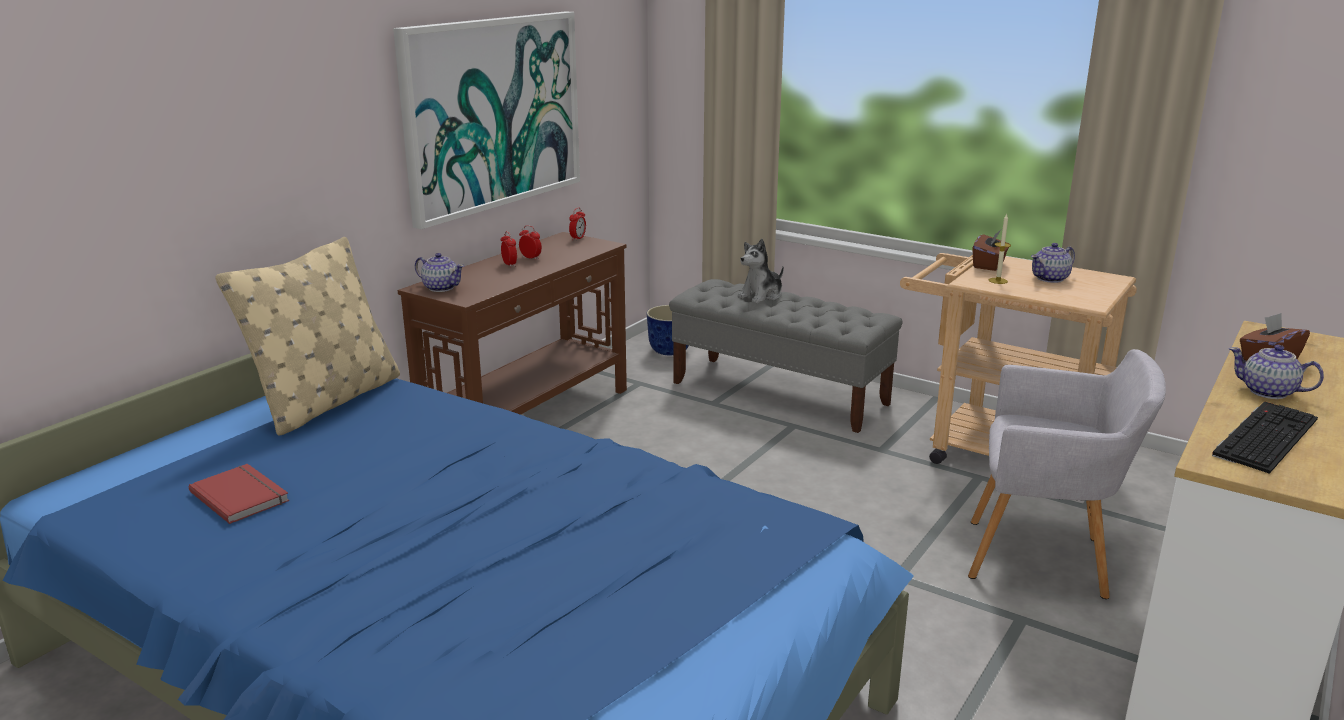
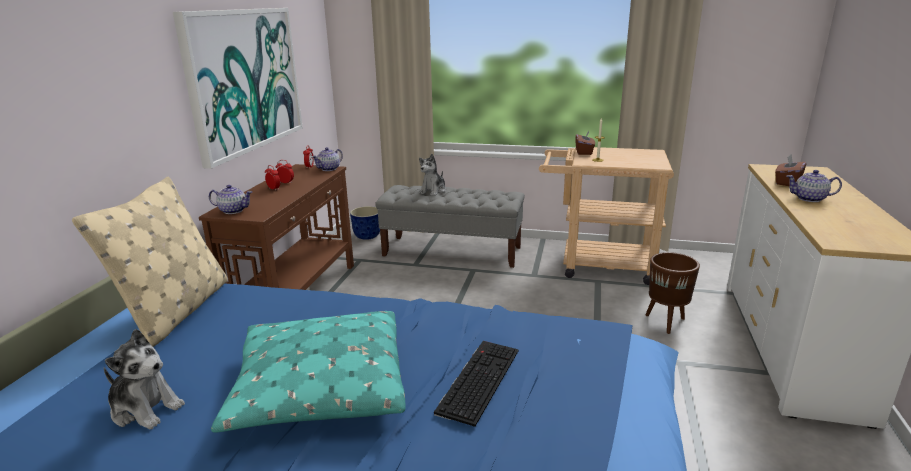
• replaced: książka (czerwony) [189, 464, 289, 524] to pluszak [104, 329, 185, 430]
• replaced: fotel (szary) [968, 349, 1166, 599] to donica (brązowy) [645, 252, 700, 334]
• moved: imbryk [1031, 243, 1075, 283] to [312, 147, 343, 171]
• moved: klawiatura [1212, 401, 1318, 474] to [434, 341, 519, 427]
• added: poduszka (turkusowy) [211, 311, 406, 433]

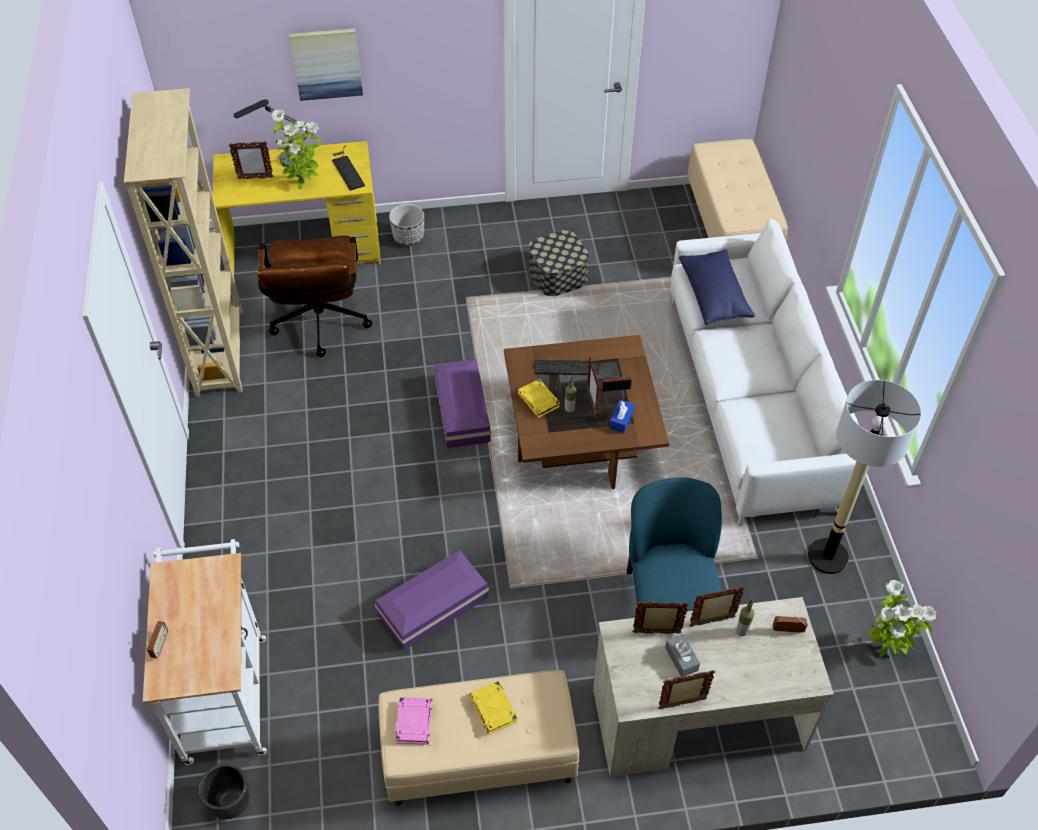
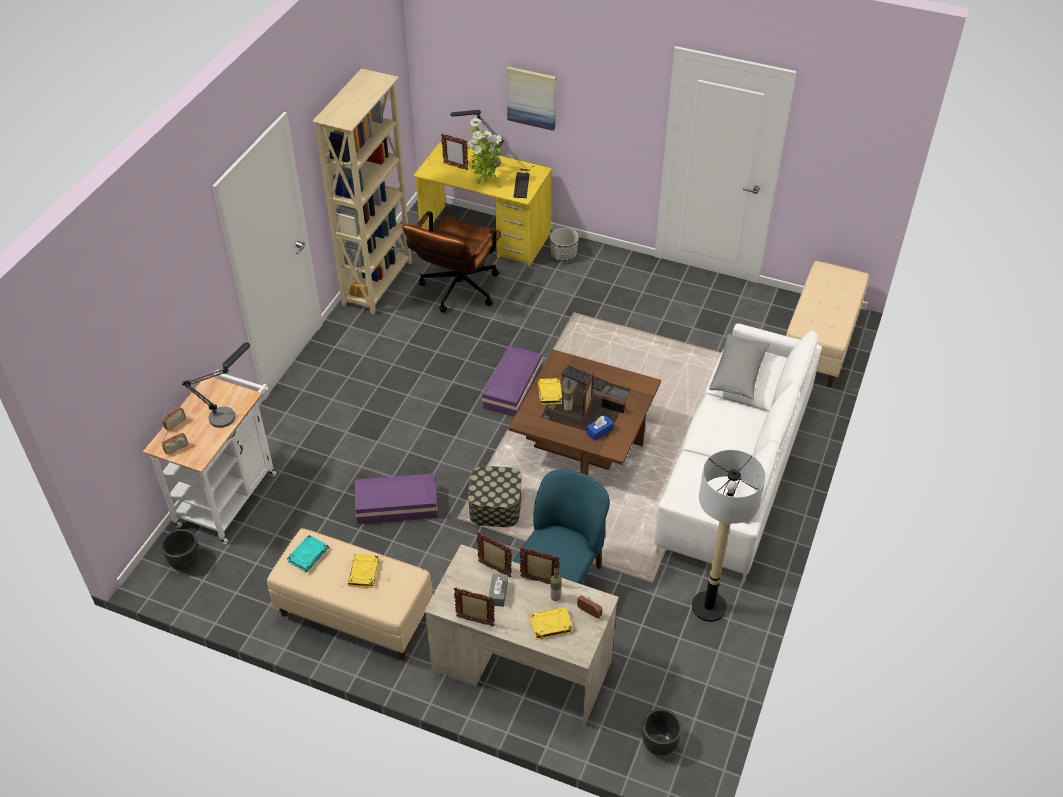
• recoloured: książka (różowy) [395, 697, 432, 744] to książka (turkusowy) [287, 535, 329, 572]
• moved: pojemnik do przechowywania [528, 230, 590, 296] to [468, 466, 522, 527]
• recoloured: poduszka (niebieski) [679, 249, 755, 325] to poduszka (szary) [709, 334, 770, 399]
• removed: roślina doniczkowa [867, 580, 936, 657]
• added: radio [162, 428, 188, 454]
• added: lampa stołowa [182, 343, 250, 428]
• added: książka (żółty) [529, 607, 573, 640]
• added: donica (czarny) [642, 709, 682, 756]

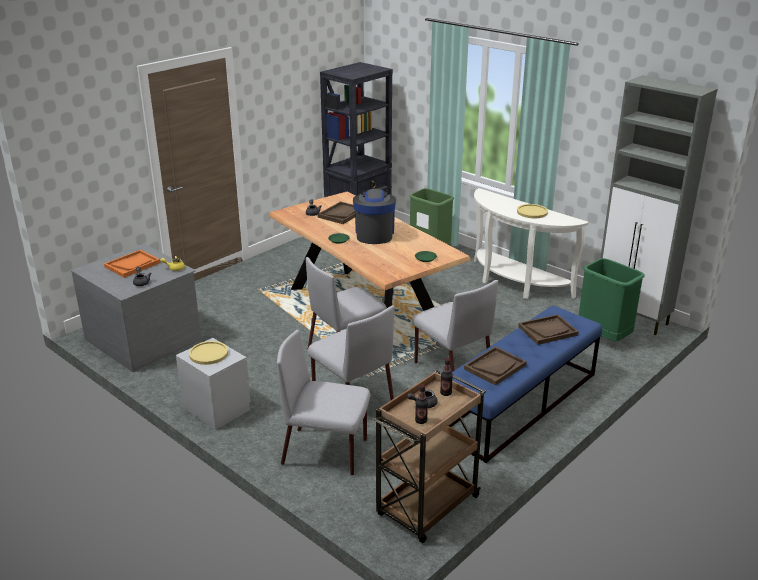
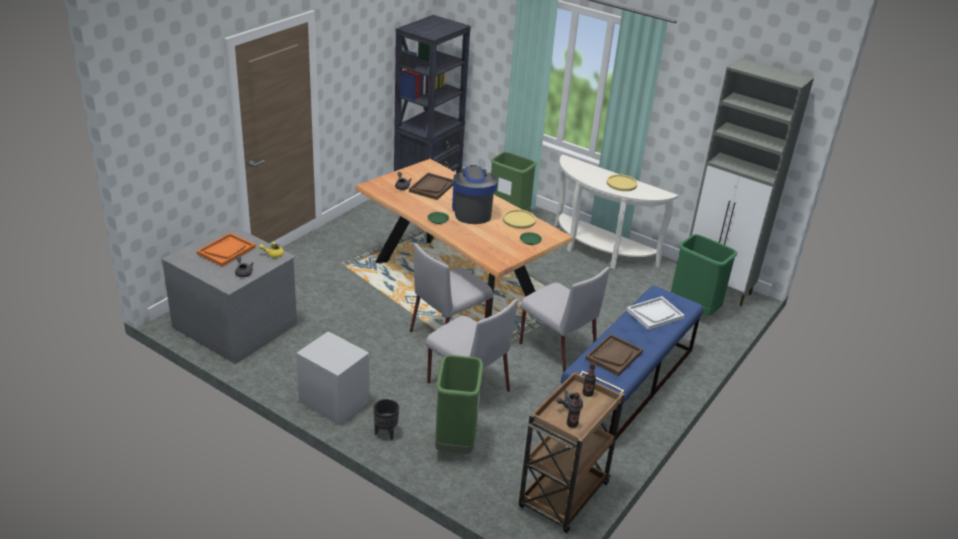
• moved: talerz (żółty) [189, 341, 228, 365] to [503, 209, 536, 229]
• replaced: krzesło (szary) [277, 330, 370, 476] to kosz na śmieci (zielony) [435, 355, 483, 454]
• recoloured: taca (brązowy) [518, 314, 579, 345] to taca (biały) [626, 296, 685, 330]
• added: donica (czarny) [373, 399, 399, 440]

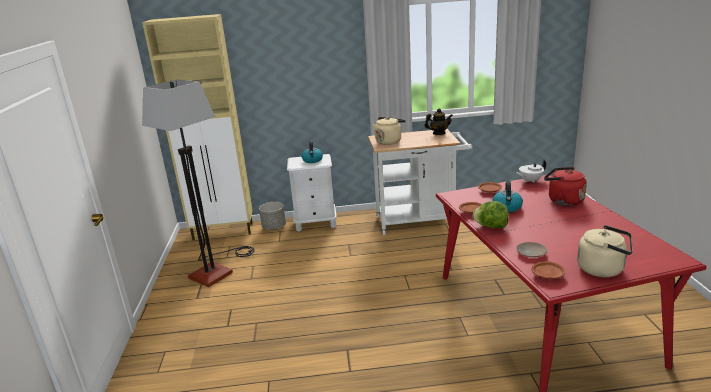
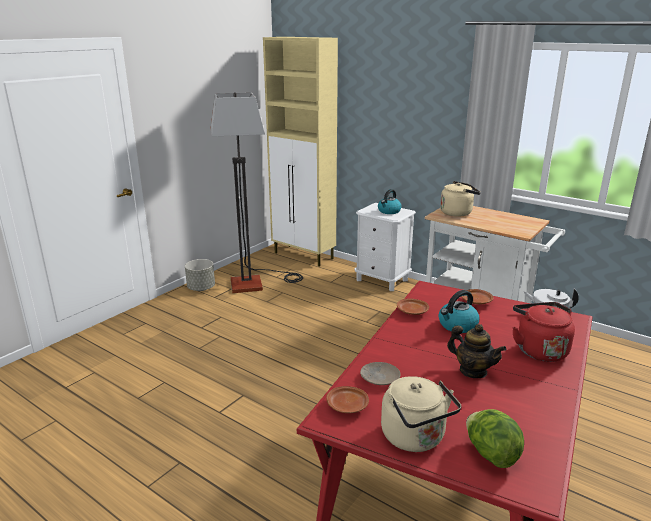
• moved: donica (szary) [259, 202, 286, 230] to [185, 259, 215, 291]
• moved: imbryk [424, 108, 453, 135] to [447, 324, 507, 378]
• moved: sałata [472, 201, 509, 228] to [466, 409, 524, 468]

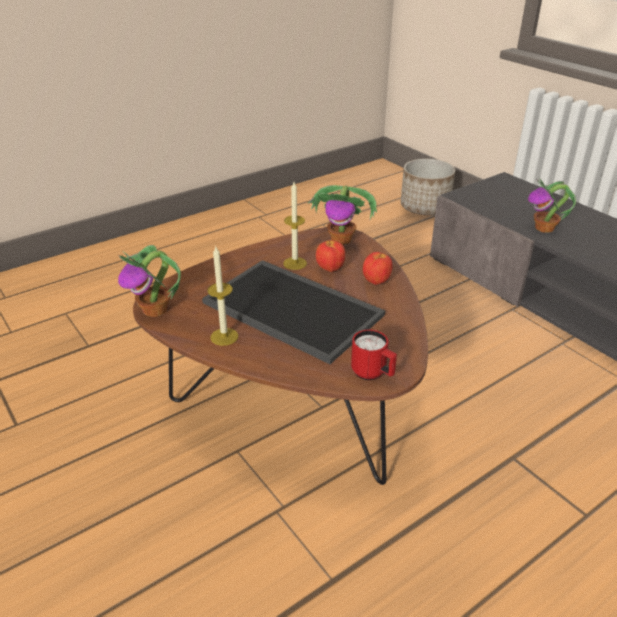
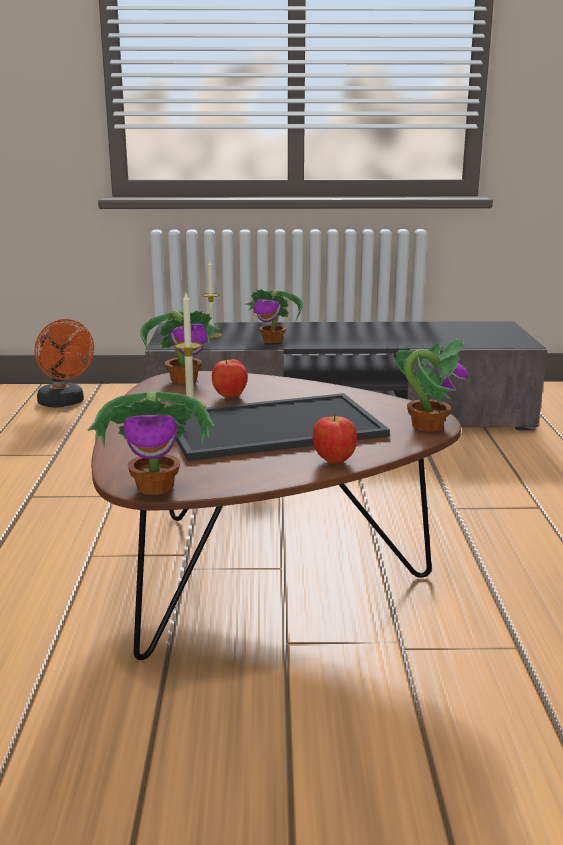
• moved: świeca [207, 247, 238, 346] to [202, 260, 222, 338]
• replaced: kubek (czerwony) [351, 330, 397, 380] to roślina doniczkowa [396, 339, 469, 432]
• moved: jabłko [363, 252, 392, 285] to [313, 413, 357, 464]
• replaced: donica [401, 159, 455, 215] to wentylator (pomarańczowy) [34, 319, 94, 407]

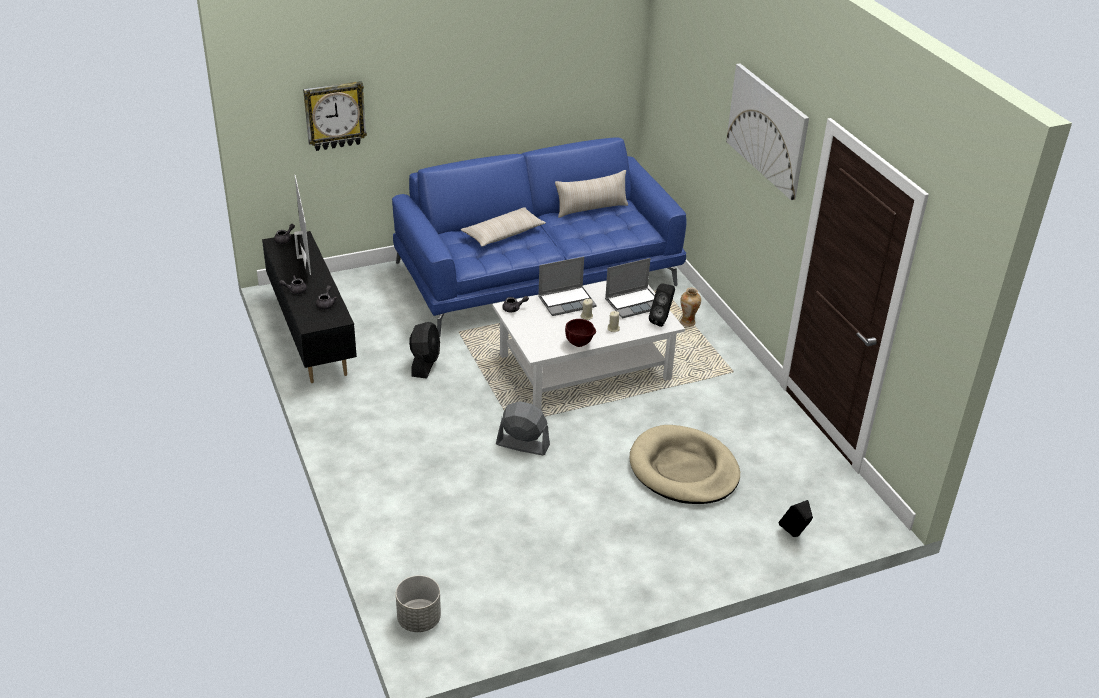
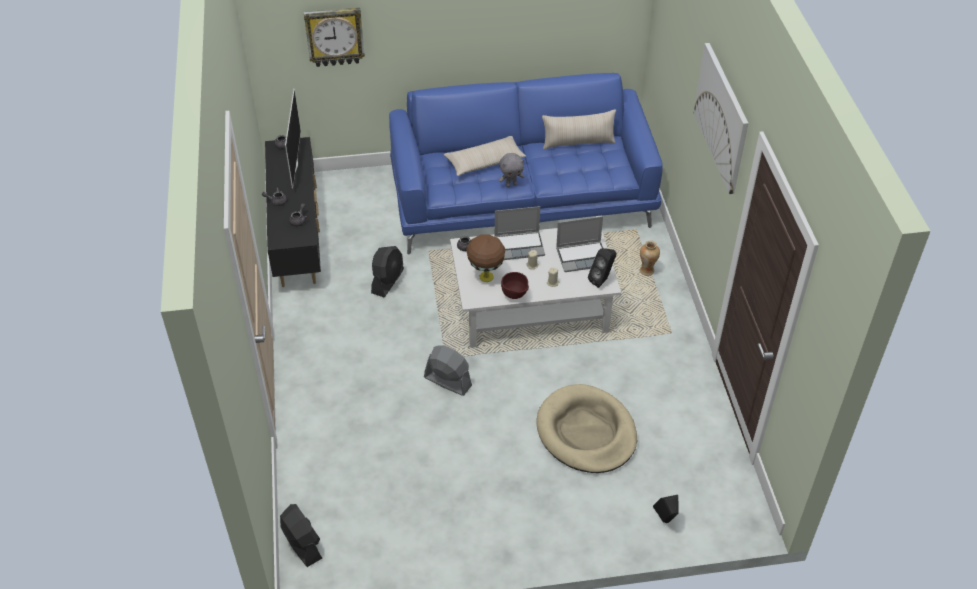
• replaced: donica (szary) [396, 575, 441, 632] to wentylator (czarny) [280, 504, 322, 567]
• added: lampa stołowa (brązowy) [466, 235, 505, 282]
• added: pluszak (szary) [499, 153, 524, 187]

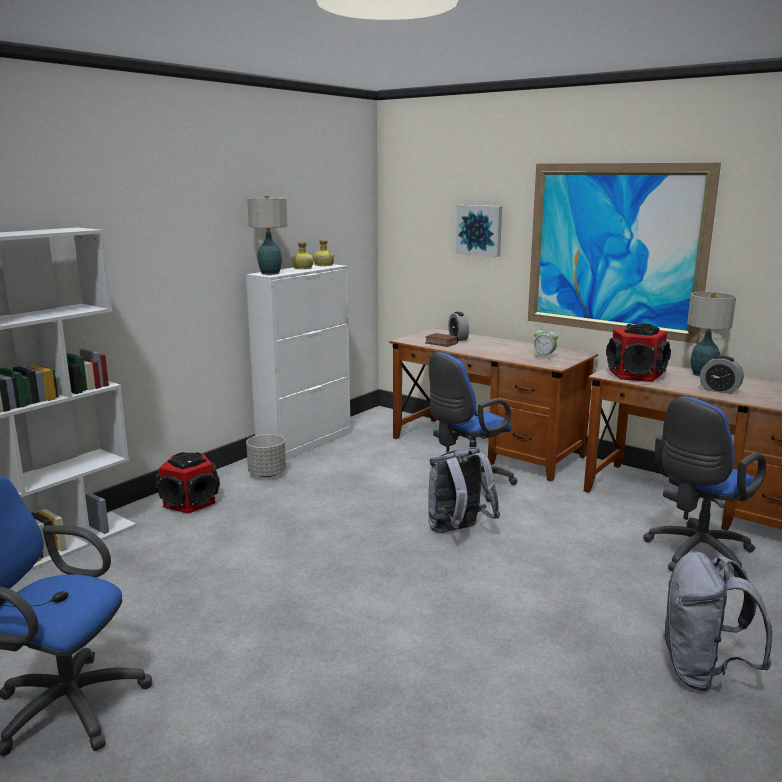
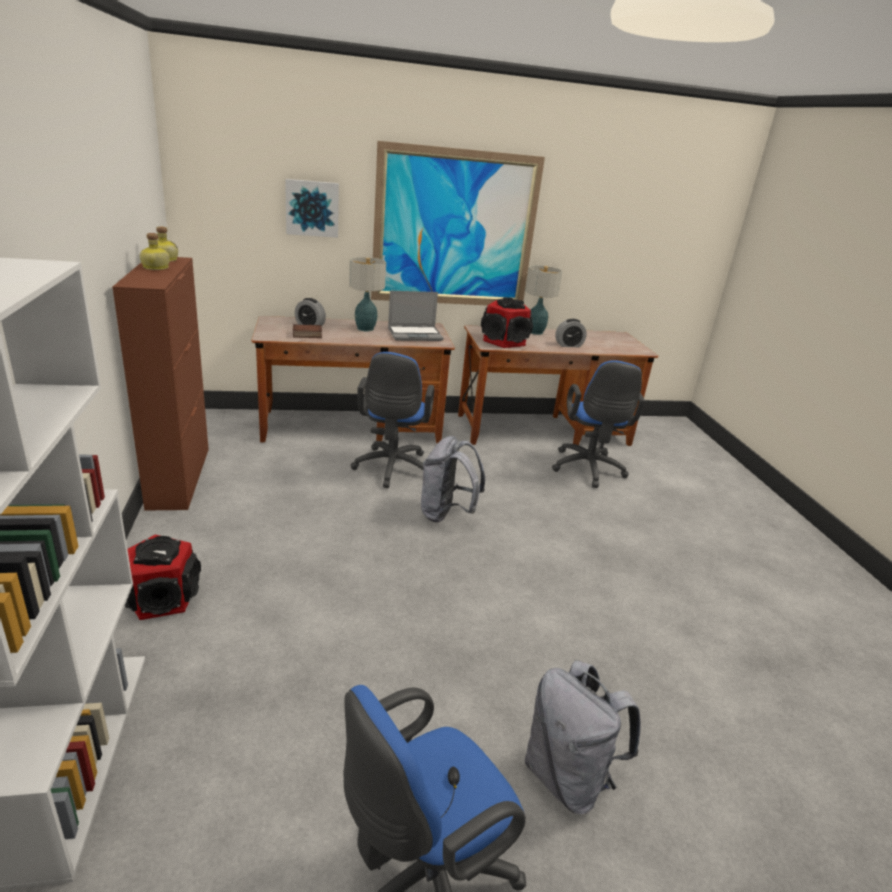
• recoloured: szafka (biały) [246, 264, 351, 460] to szafka (brązowy) [112, 257, 209, 511]
• removed: donica (szary) [246, 434, 286, 477]
• moved: lampa stołowa [247, 195, 287, 275] to [349, 257, 386, 332]
• replaced: budzik [533, 329, 558, 359] to laptop [388, 291, 443, 341]
• moved: plecak (szary) [662, 551, 772, 691] to [525, 660, 641, 814]

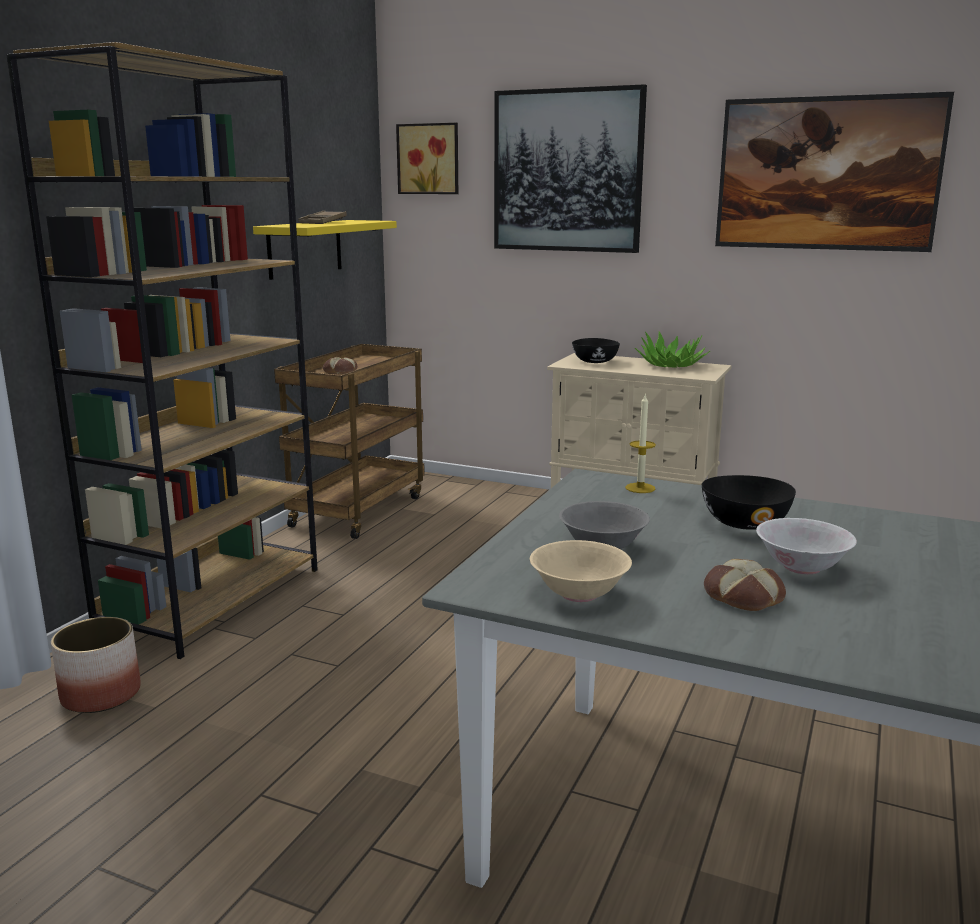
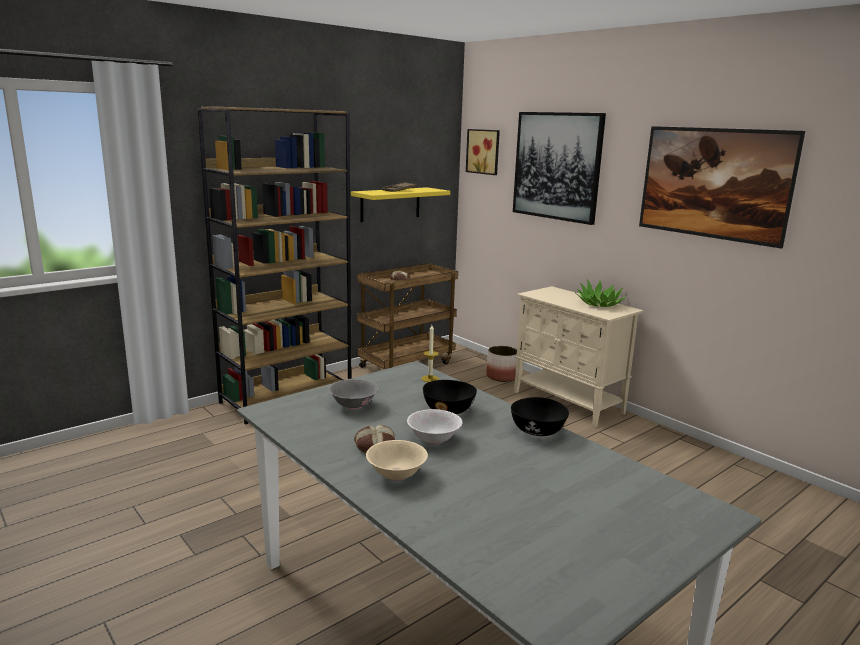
• moved: donica [51, 617, 141, 713] to [487, 346, 517, 382]
• moved: miska (beżowy) [530, 540, 632, 602] to [366, 440, 428, 481]
• moved: miska (czarny) [572, 338, 620, 363] to [511, 397, 569, 436]

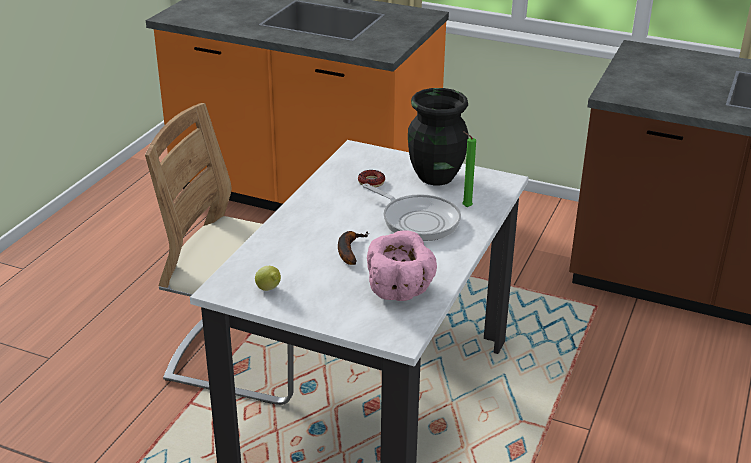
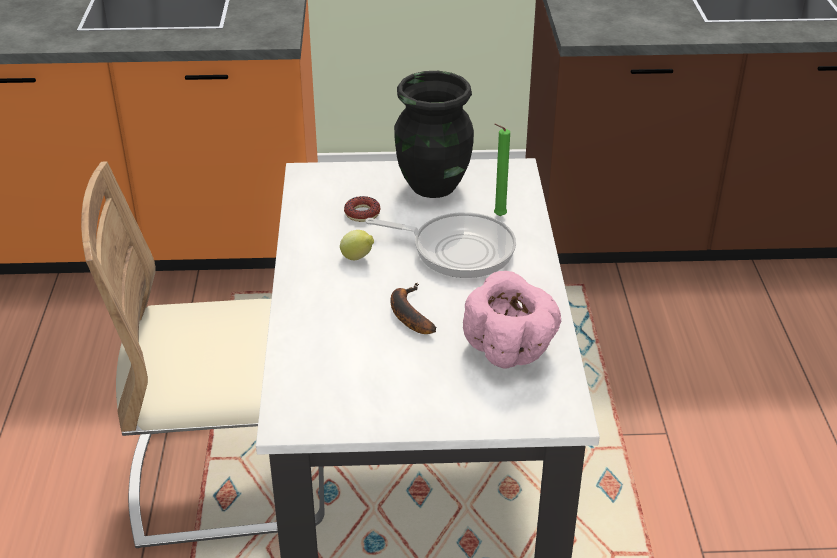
• moved: cytryna [255, 266, 281, 291] to [340, 230, 374, 260]

